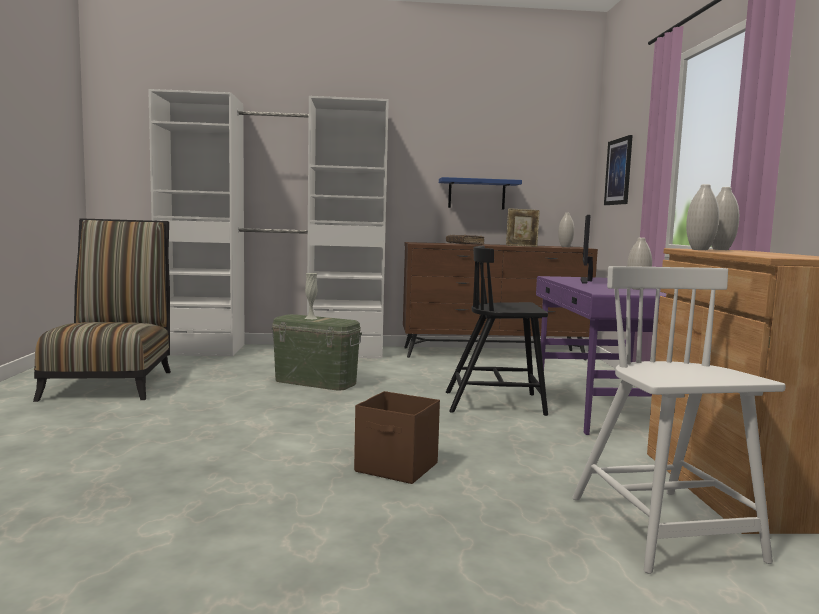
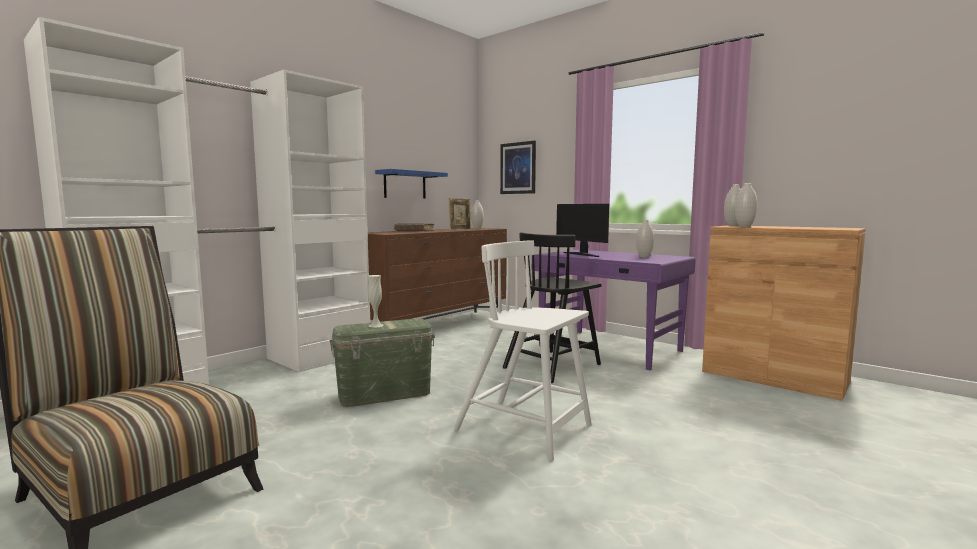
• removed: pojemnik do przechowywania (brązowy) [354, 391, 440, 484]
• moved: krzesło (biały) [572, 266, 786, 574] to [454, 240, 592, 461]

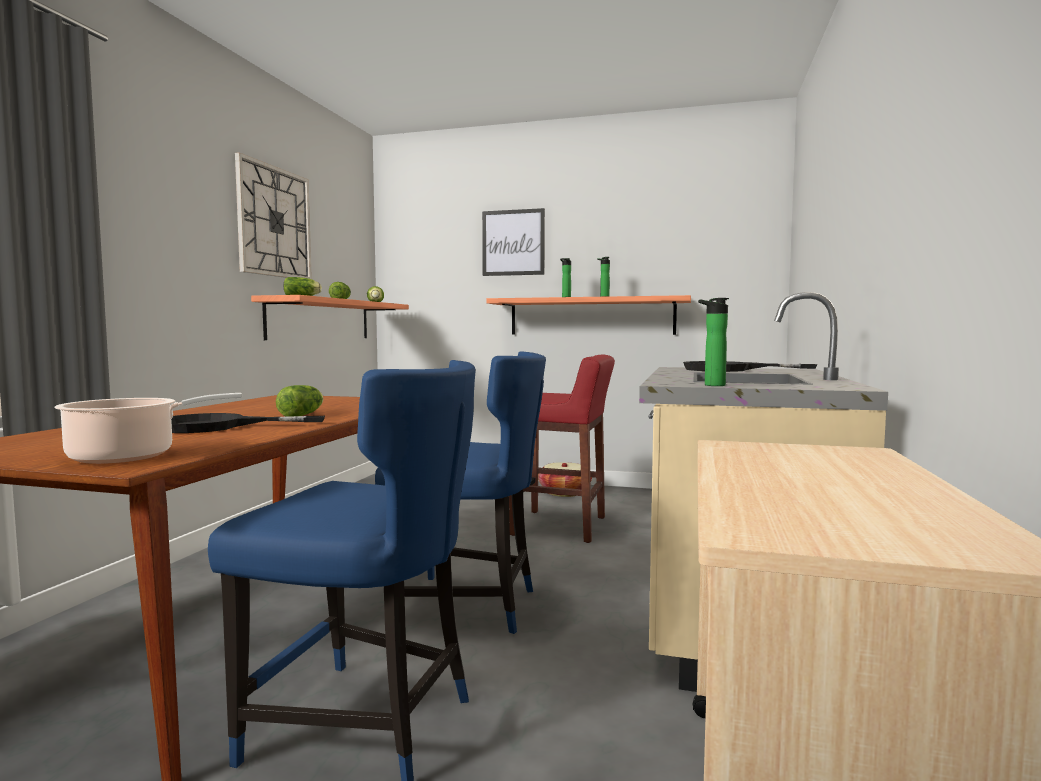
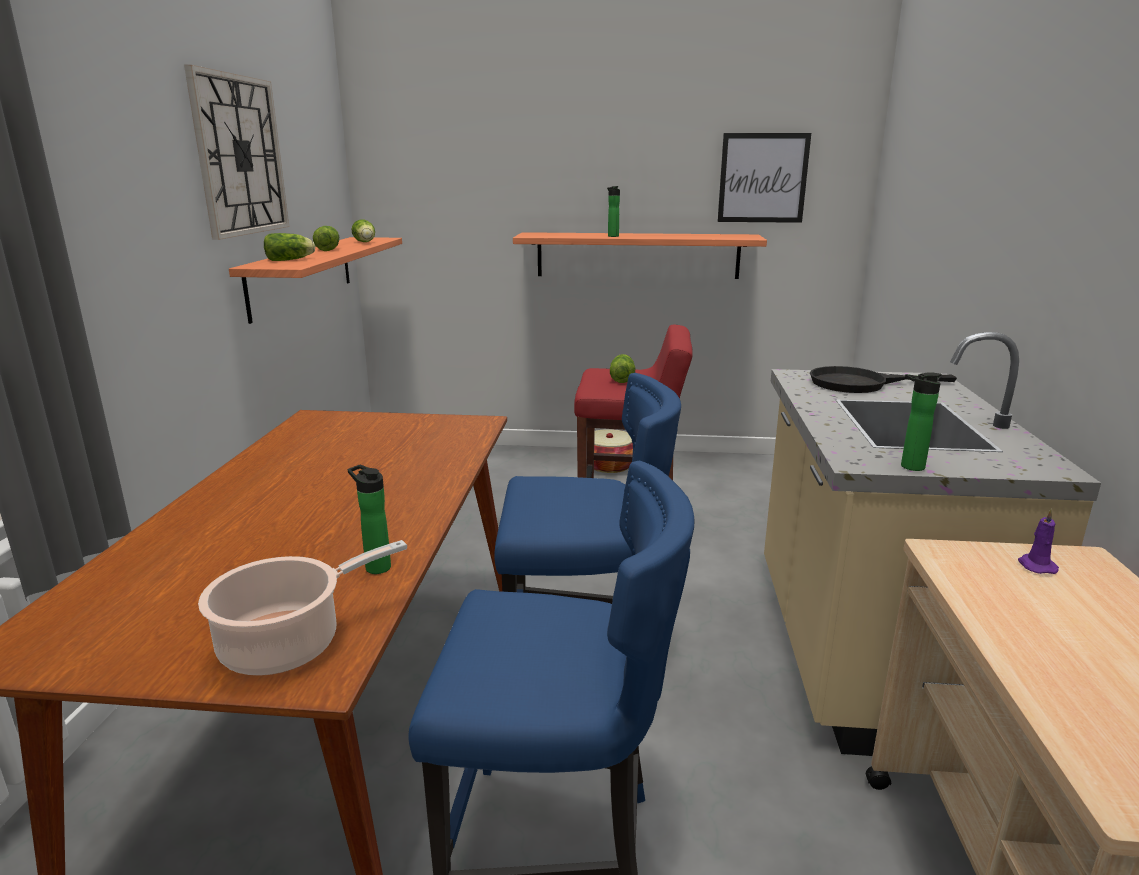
• removed: patelnia (czarny) [171, 413, 325, 433]
• moved: sałata [276, 385, 324, 417] to [610, 354, 635, 383]
• moved: obraz [482, 208, 545, 276] to [717, 133, 811, 223]
• moved: butelka [597, 257, 610, 297] to [348, 465, 391, 574]
• added: świeca (fioletowy) [1018, 508, 1059, 574]

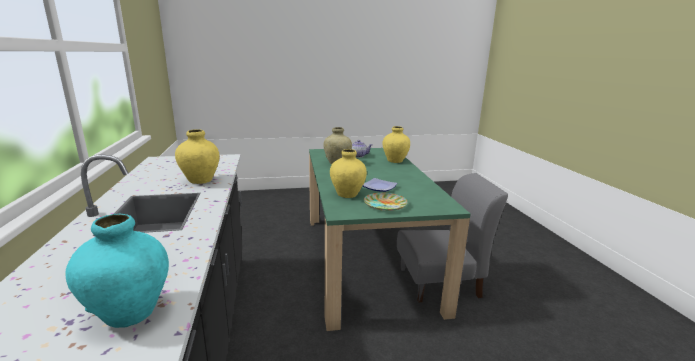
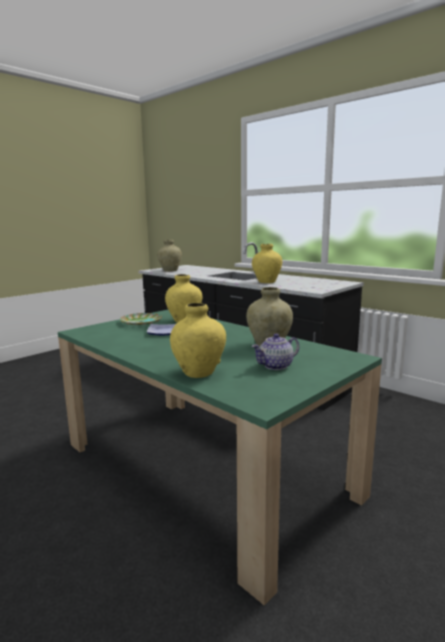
• recoloured: wazon (turkusowy) [65, 213, 169, 328] to wazon (beżowy) [157, 240, 182, 272]
• removed: krzesło (szary) [397, 173, 508, 302]

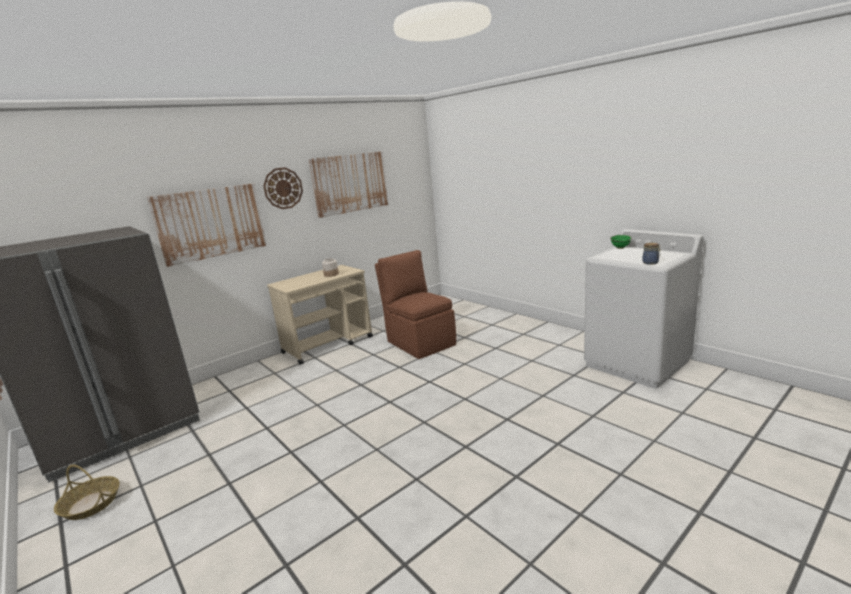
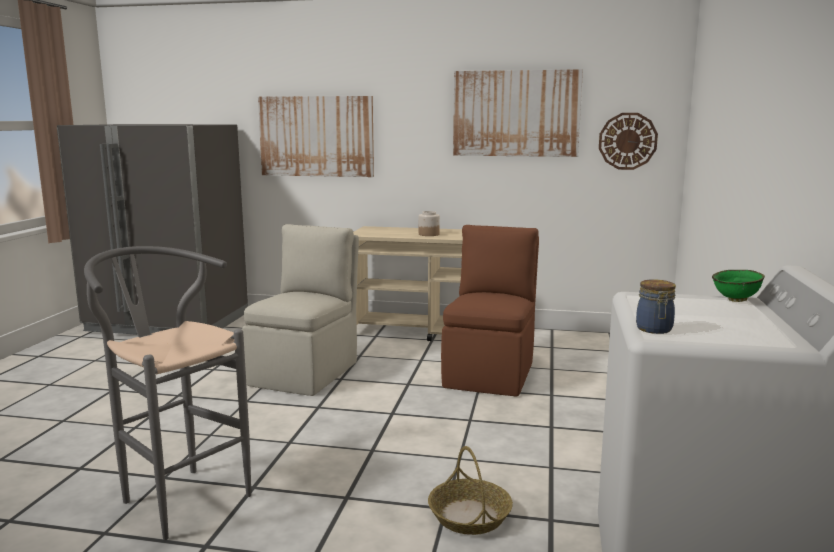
• moved: koszyk [54, 464, 120, 520] to [428, 446, 513, 535]
• moved: zegar ścienny [263, 167, 303, 209] to [599, 113, 658, 170]
• added: stołek (szary) [84, 246, 251, 540]
• added: krzesło (beżowy) [242, 224, 359, 396]

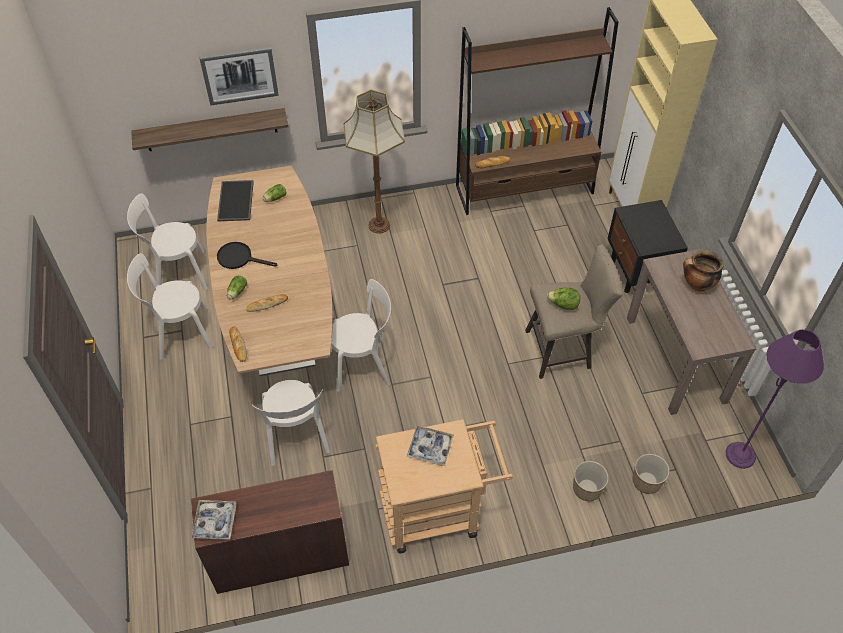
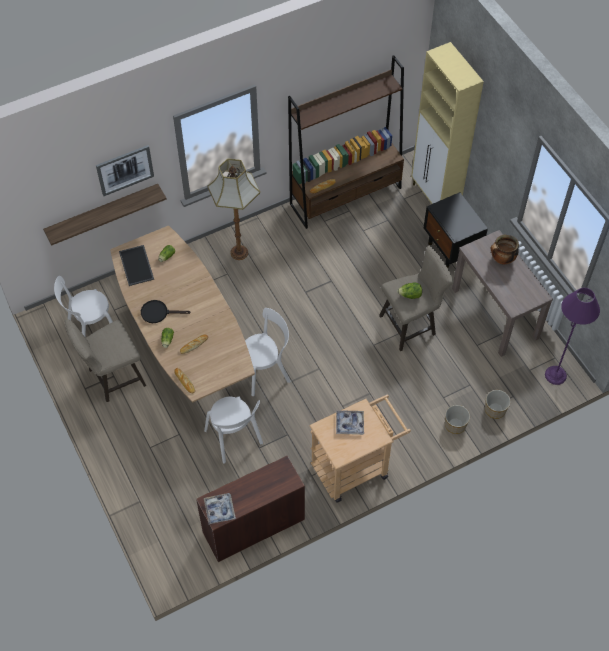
• replaced: krzesło (biały) [127, 253, 213, 360] to stołek (beżowy) [64, 320, 146, 402]

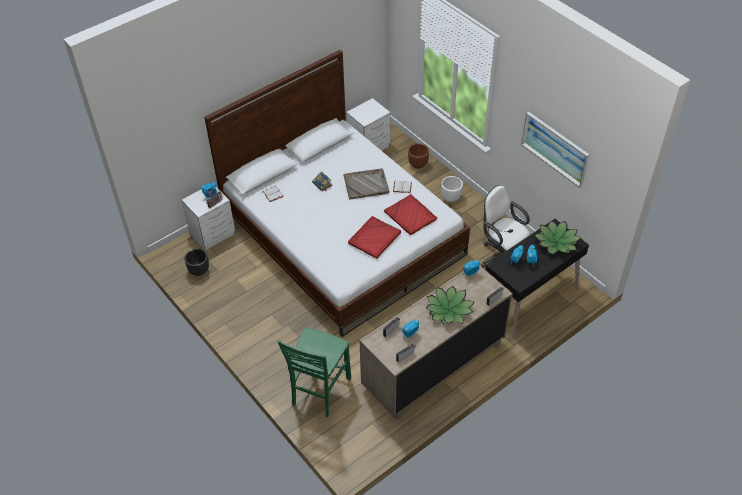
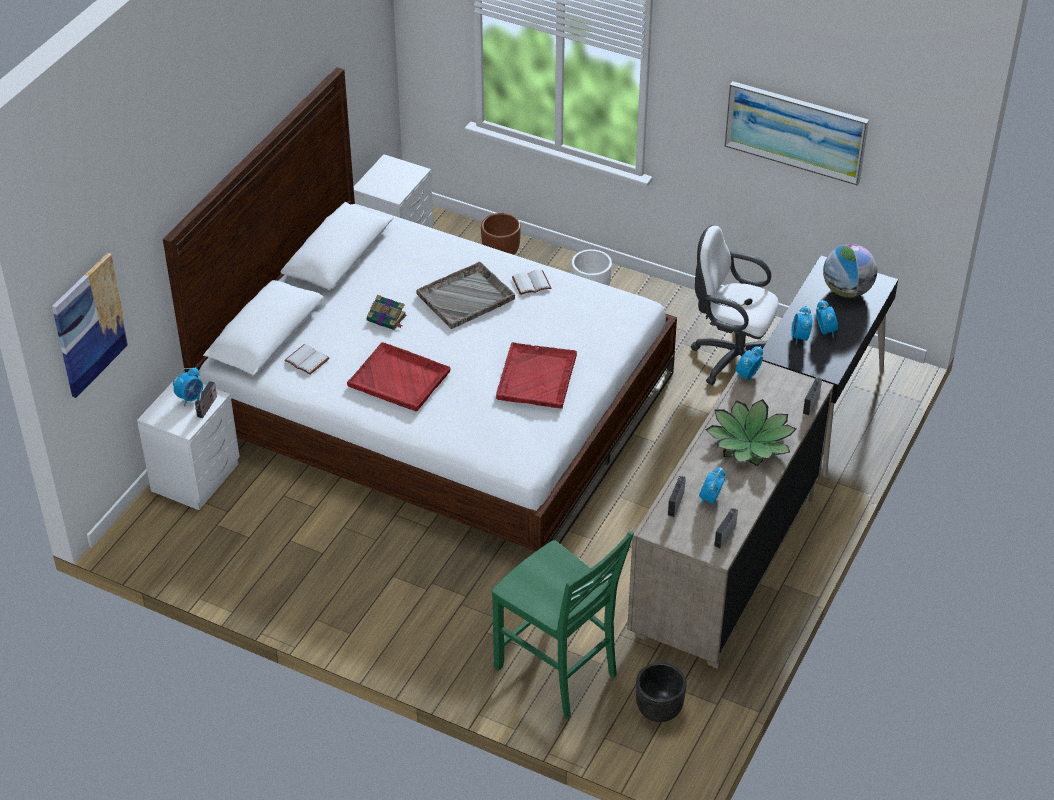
• moved: donica (czarny) [184, 248, 209, 276] to [636, 662, 686, 722]
• turned: krzesło (zielony) [277, 328, 351, 417] = [492, 530, 634, 718] 45 degrees counterclockwise
• moved: taca (czerwony) [384, 194, 437, 235] to [347, 342, 451, 411]
• replaced: roślina doniczkowa [535, 221, 581, 255] to globus [823, 244, 877, 298]
• added: obraz [52, 253, 129, 398]

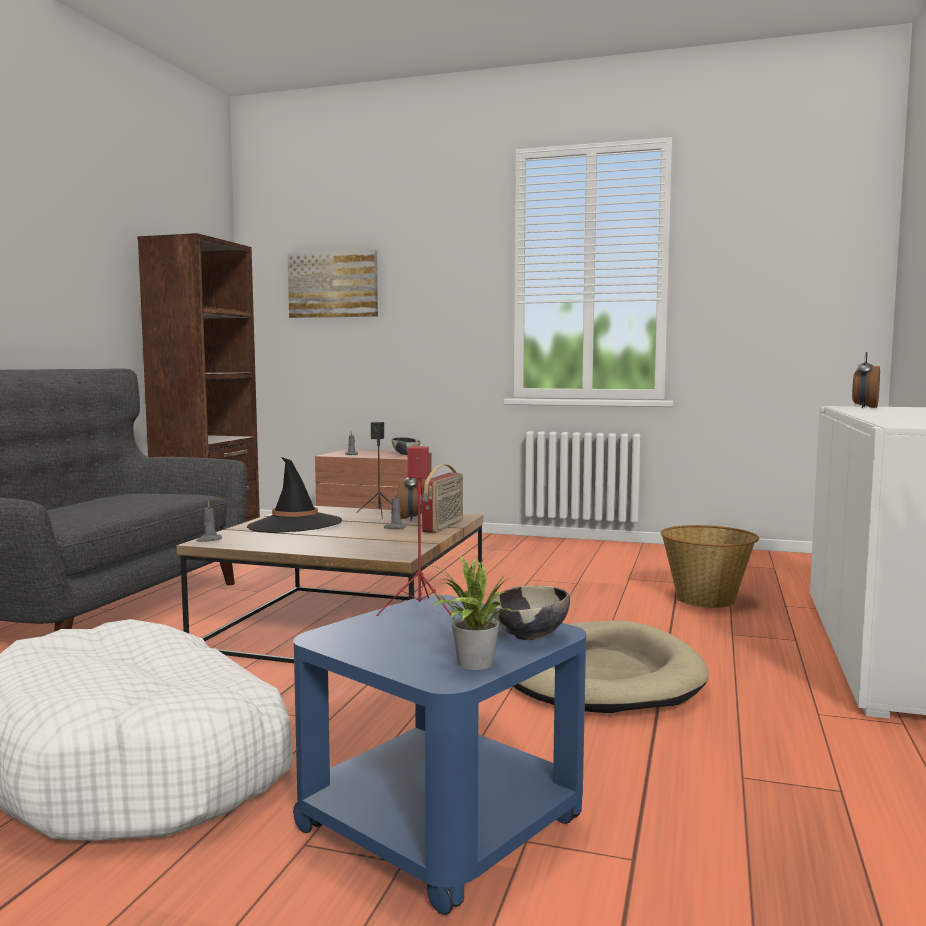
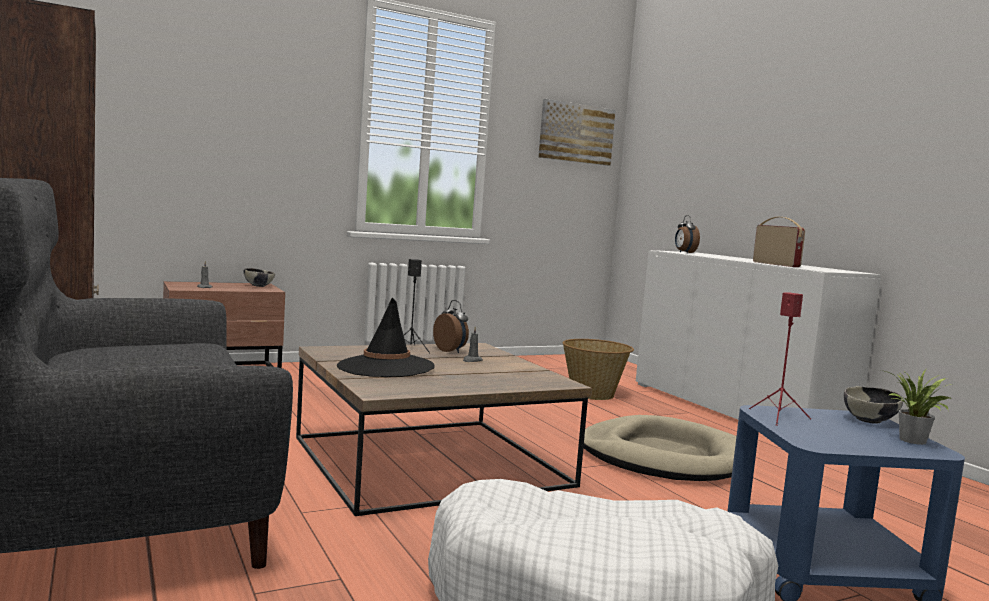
• removed: świeca (szary) [197, 500, 222, 542]
• moved: obraz [287, 250, 378, 318] to [538, 99, 616, 166]
• moved: radio [422, 464, 463, 533] to [753, 217, 805, 267]

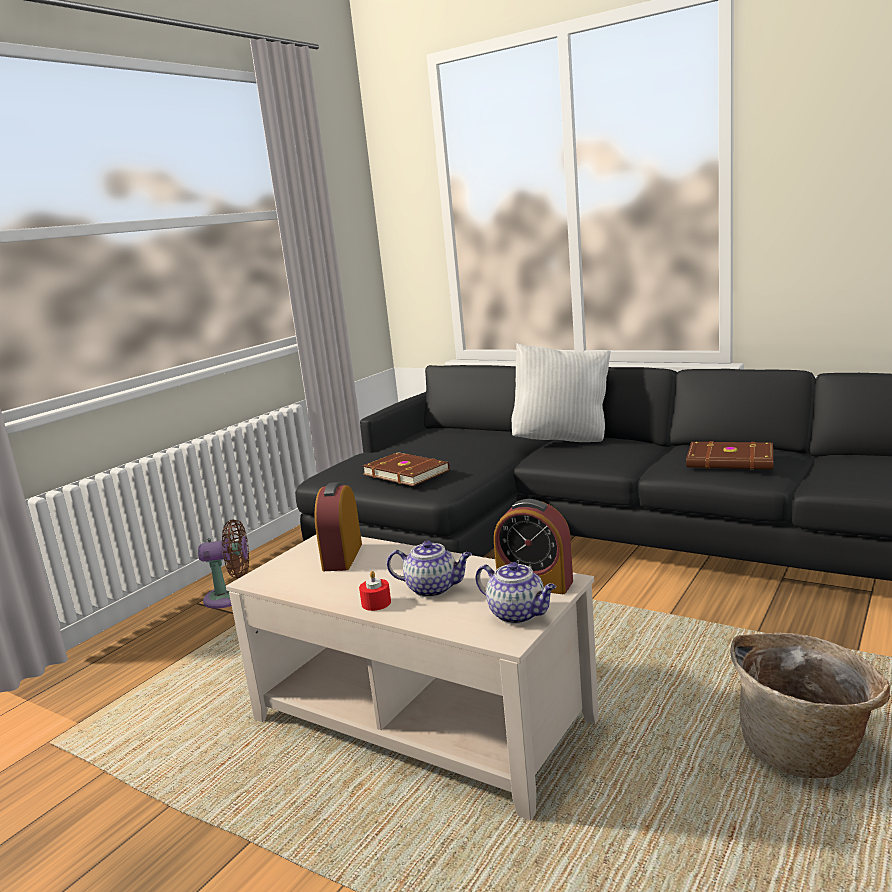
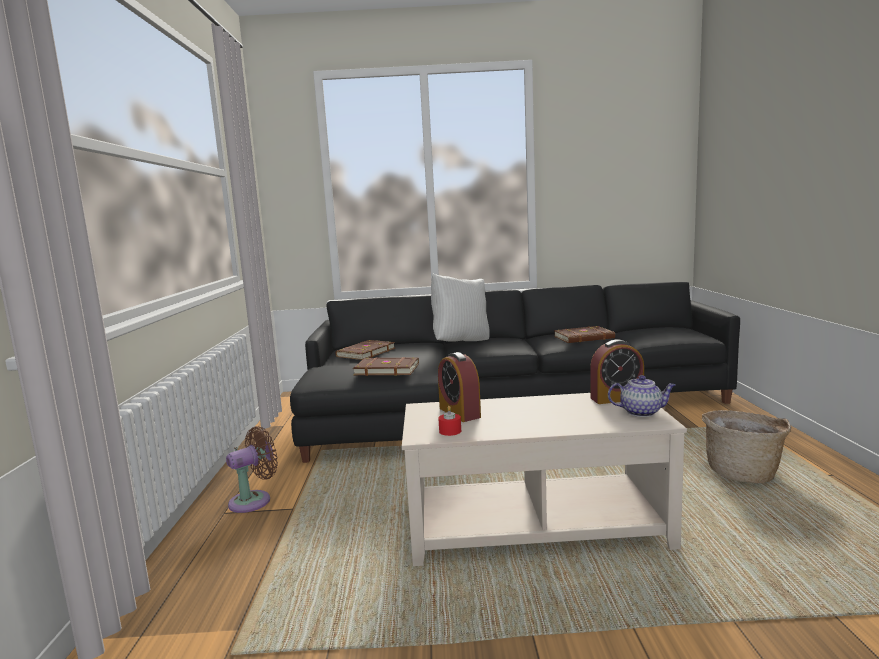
• moved: świeca (czerwony) [359, 571, 391, 611] to [438, 406, 461, 436]
• removed: imbryk [387, 541, 472, 597]
• added: książka (brązowy) [336, 340, 395, 360]

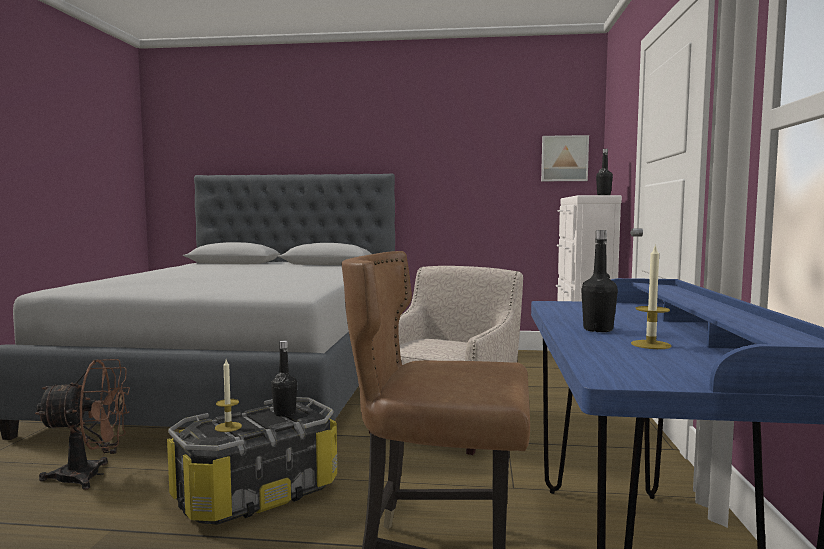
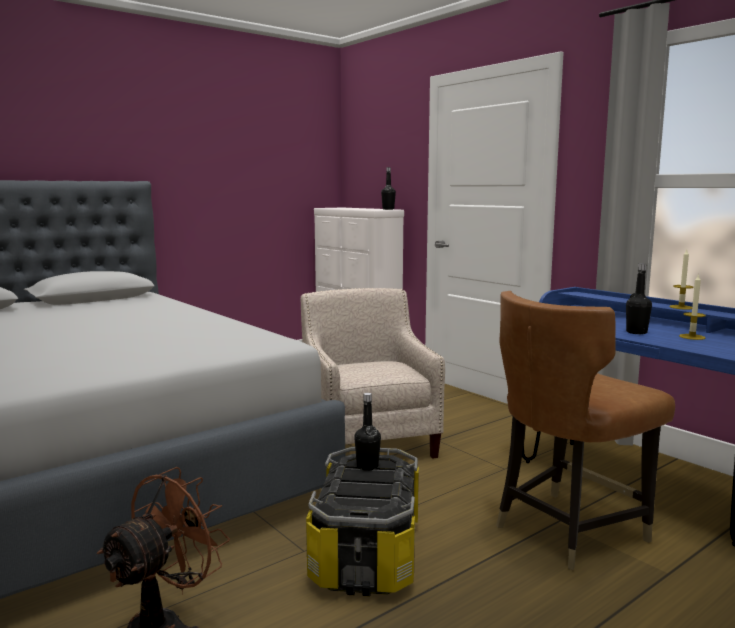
• moved: świeca [215, 360, 242, 432] to [669, 250, 693, 310]
• removed: obraz [541, 135, 589, 181]

